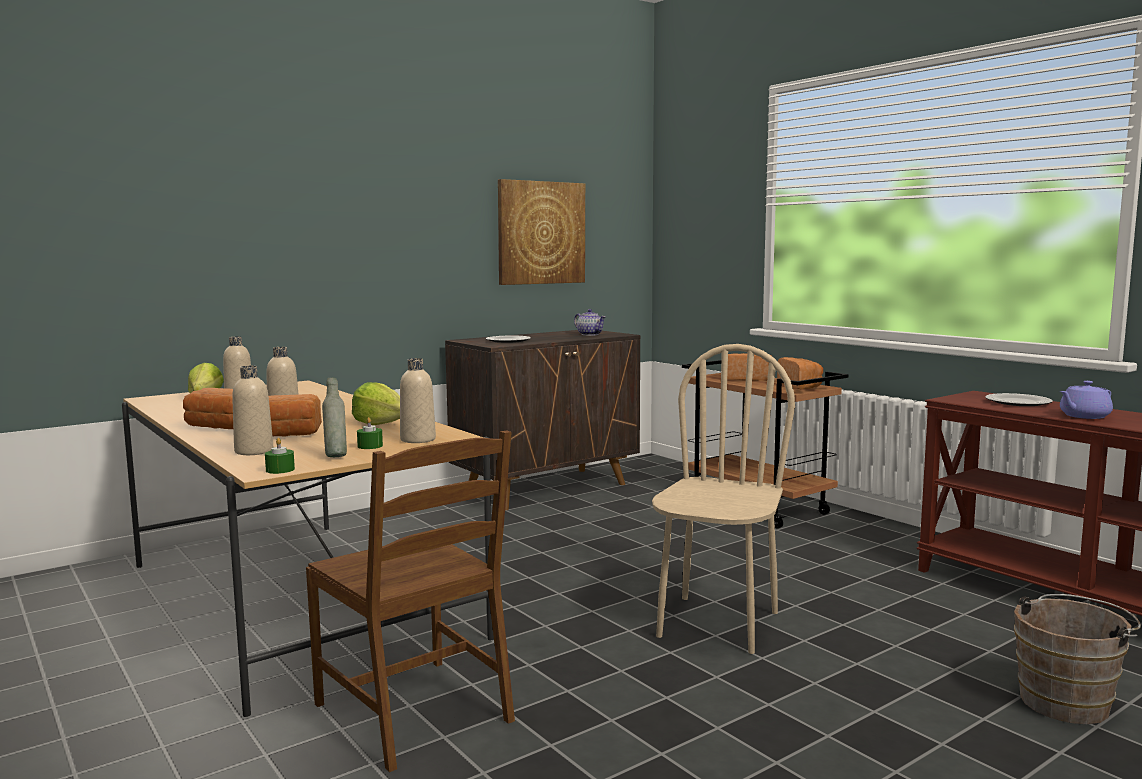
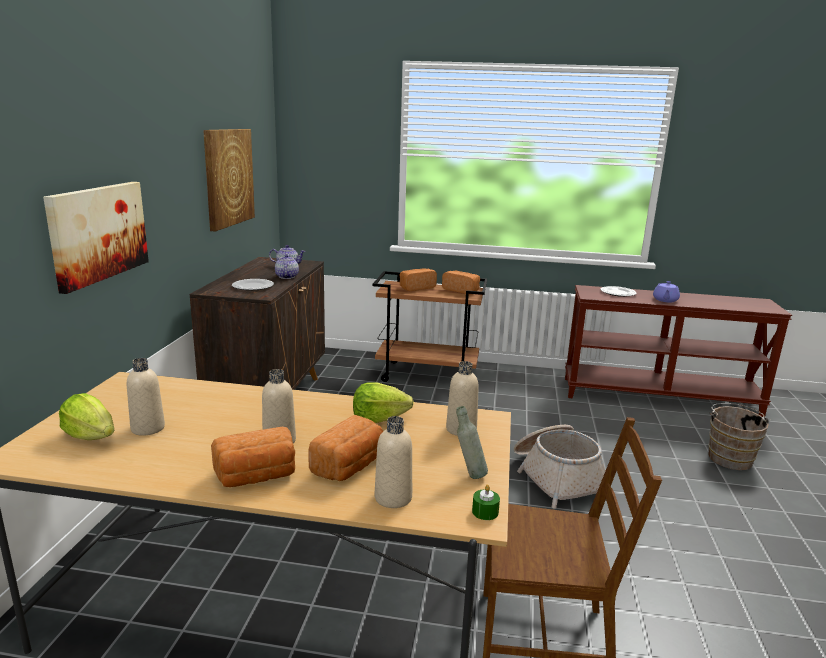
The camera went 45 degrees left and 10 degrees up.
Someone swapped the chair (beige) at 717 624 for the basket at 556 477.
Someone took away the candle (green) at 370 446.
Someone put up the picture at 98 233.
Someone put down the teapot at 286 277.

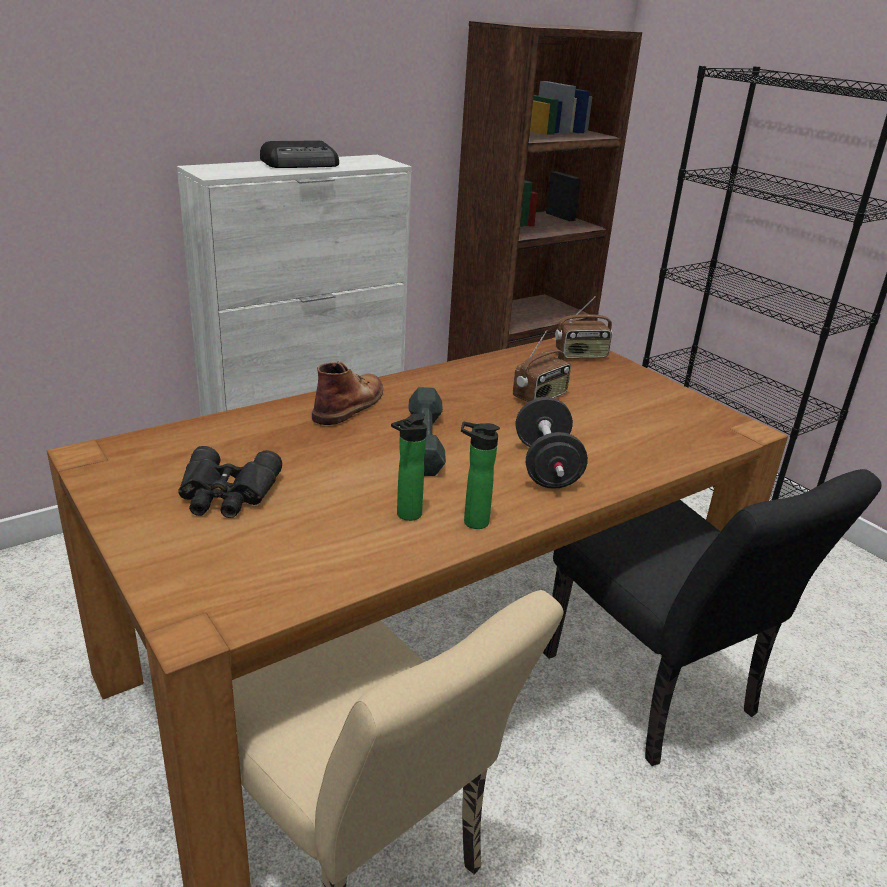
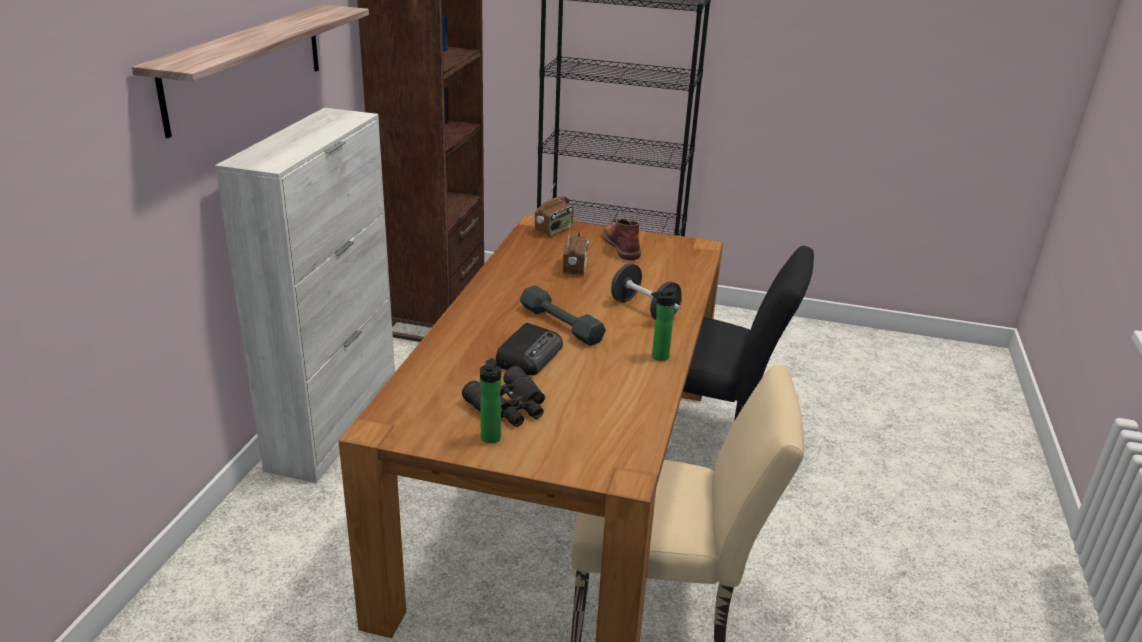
The camera went 40 degrees left and 0 degrees up.
Someone carried the radio from 301 164 to 529 355.
Someone carried the boot (brown) from 350 404 to 621 245.
Someone carried the bottle from 406 515 to 490 439.
Someone put up the shelf at 246 65.

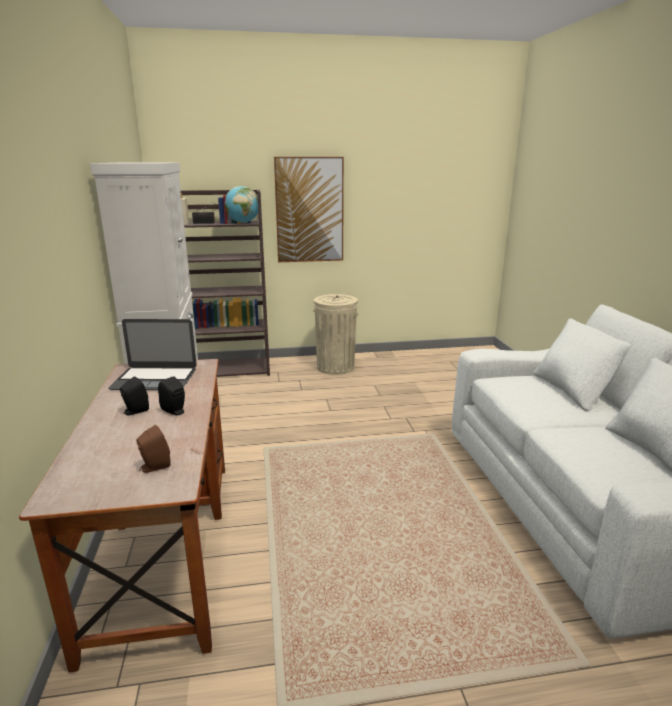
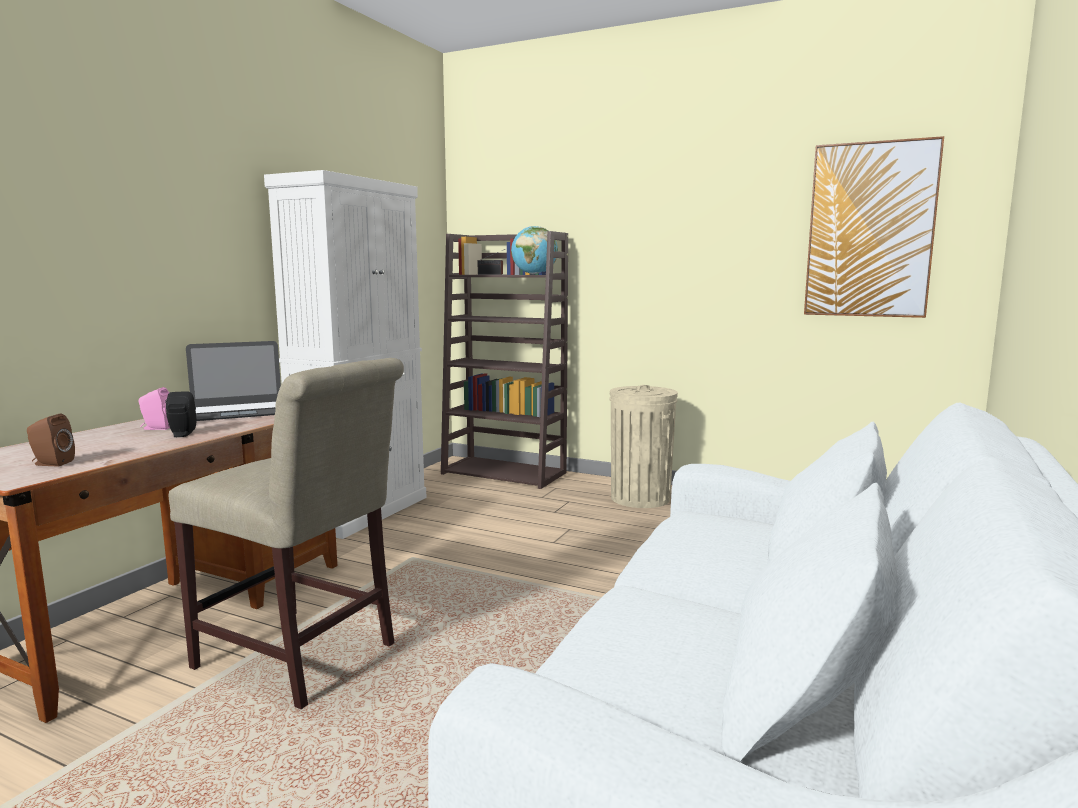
The camera went 35 degrees right and 10 degrees down.
Someone carried the picture from 309 210 to 870 230.
Someone rotated the laptop at 154 379 by 60 degrees counterclockwise.
Someone repainted the speaker (black) at 135 411, which became the speaker (pink) at 156 428.
Someone put down the chair (beige) at 302 659.

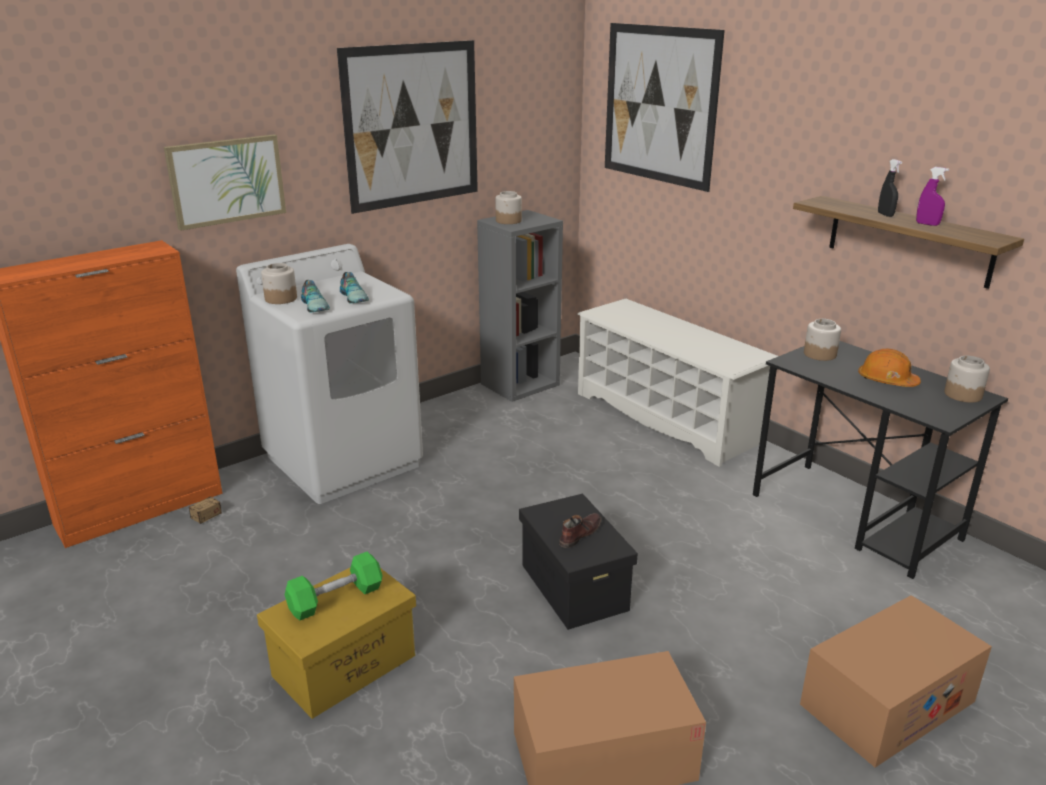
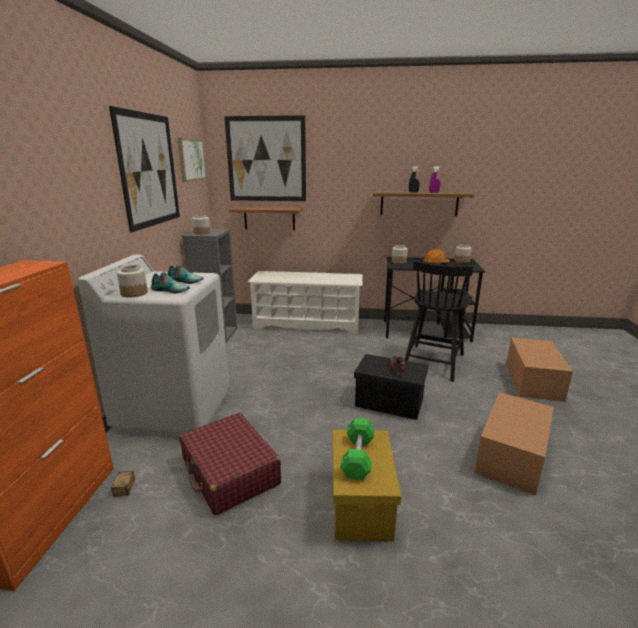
The camera went 45 degrees left and 5 degrees down.
Someone carried the picture from 226 181 to 191 159.
Someone put up the shelf at 269 218.
Someone put down the chair (black) at 433 362.
Someone put down the suitcase (red) at 230 472.

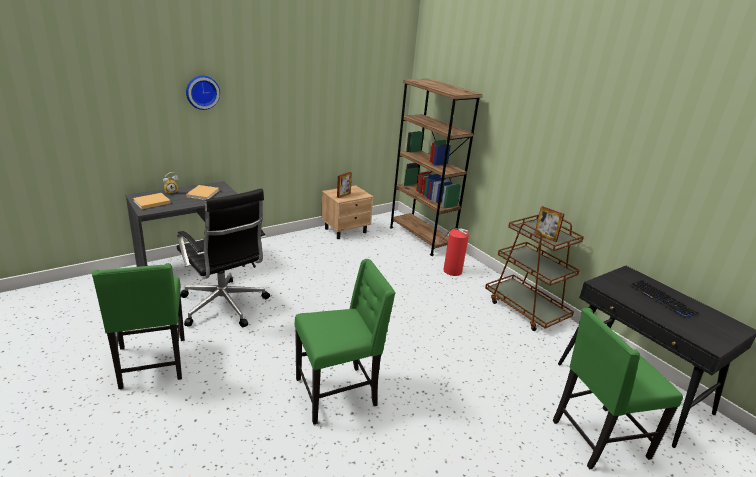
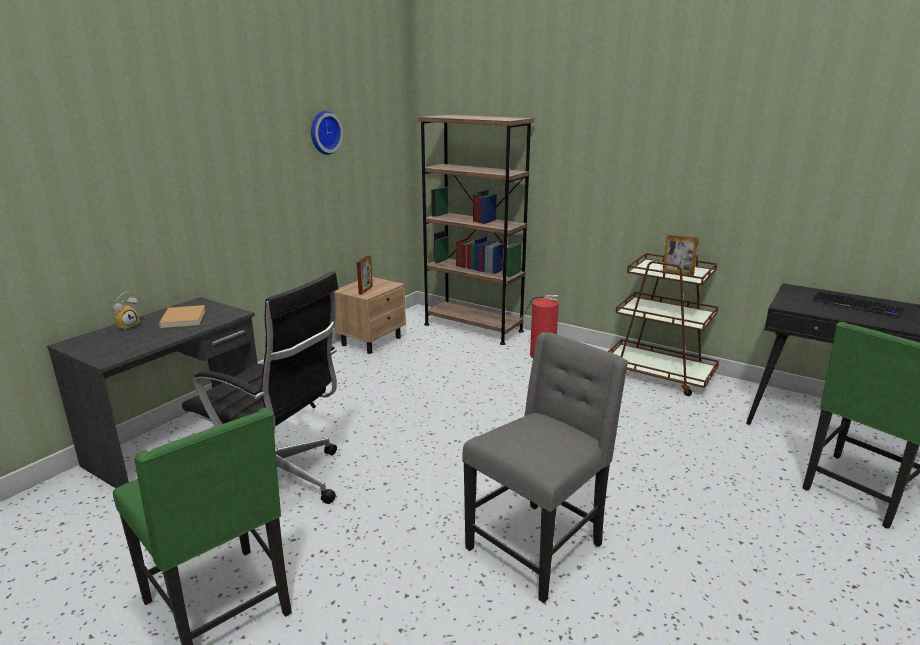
The camera went 20 degrees left and 5 degrees down.
Someone carried the wall clock from 202 92 to 324 132.
Someone took away the book (beige) at 151 202.
Someone repainted the chair (green) at 338 392, which became the chair (grey) at 537 546.

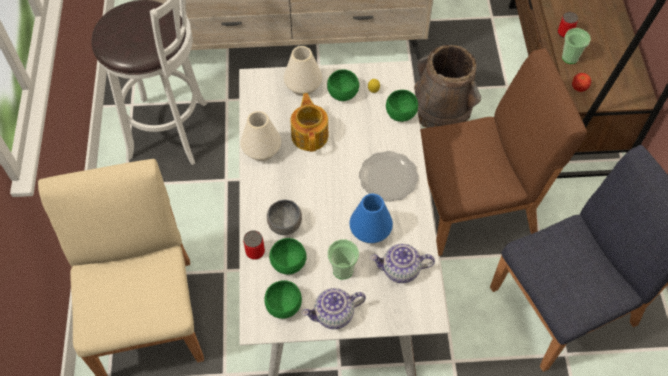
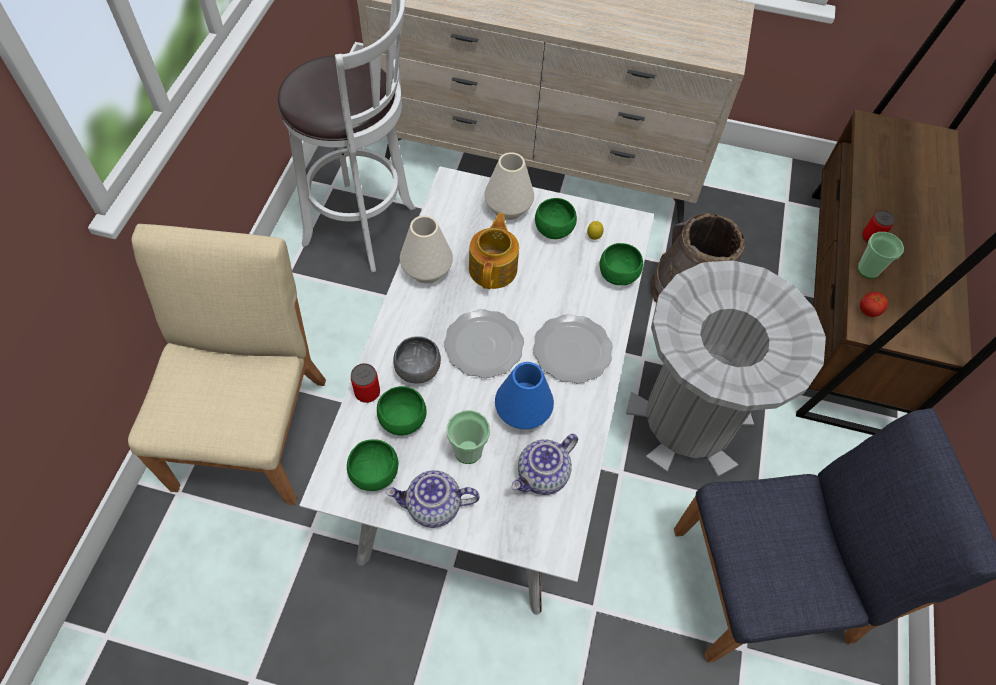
The camera went 15 degrees right and 0 degrees up.
Someone swapped the chair (brown) at 474 206 for the trash can (grey) at 688 421.
Someone rotated the teapot at 400 270 by 60 degrees counterclockwise.
Someone put down the plate at 482 345.

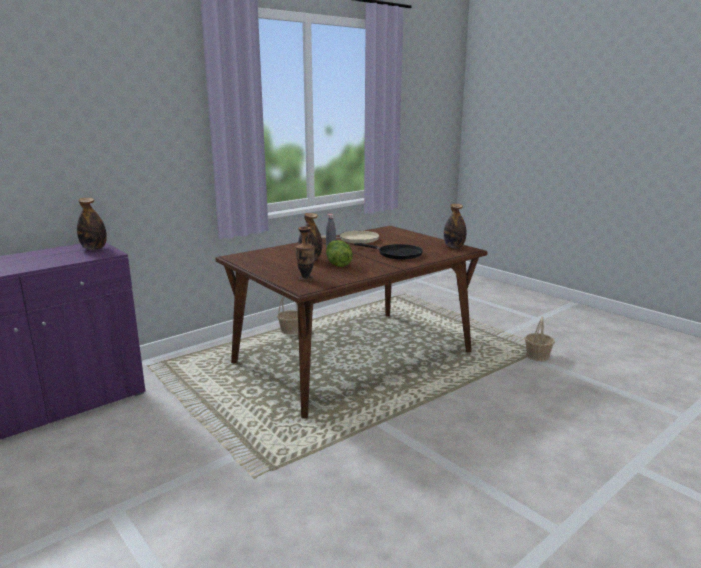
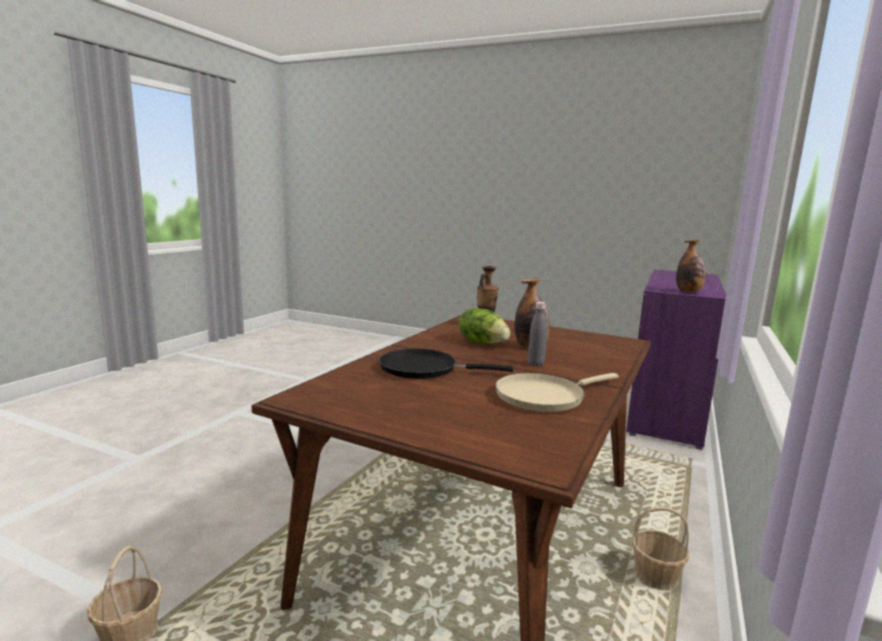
The camera went 155 degrees right and 5 degrees down.
Someone took away the bottle at 454 247.

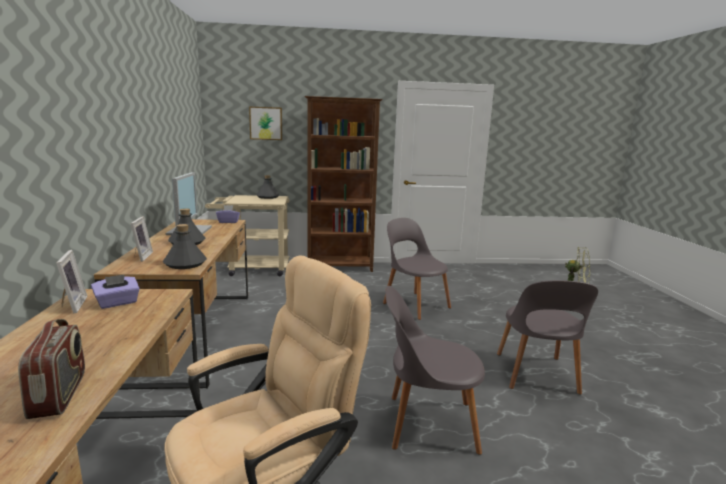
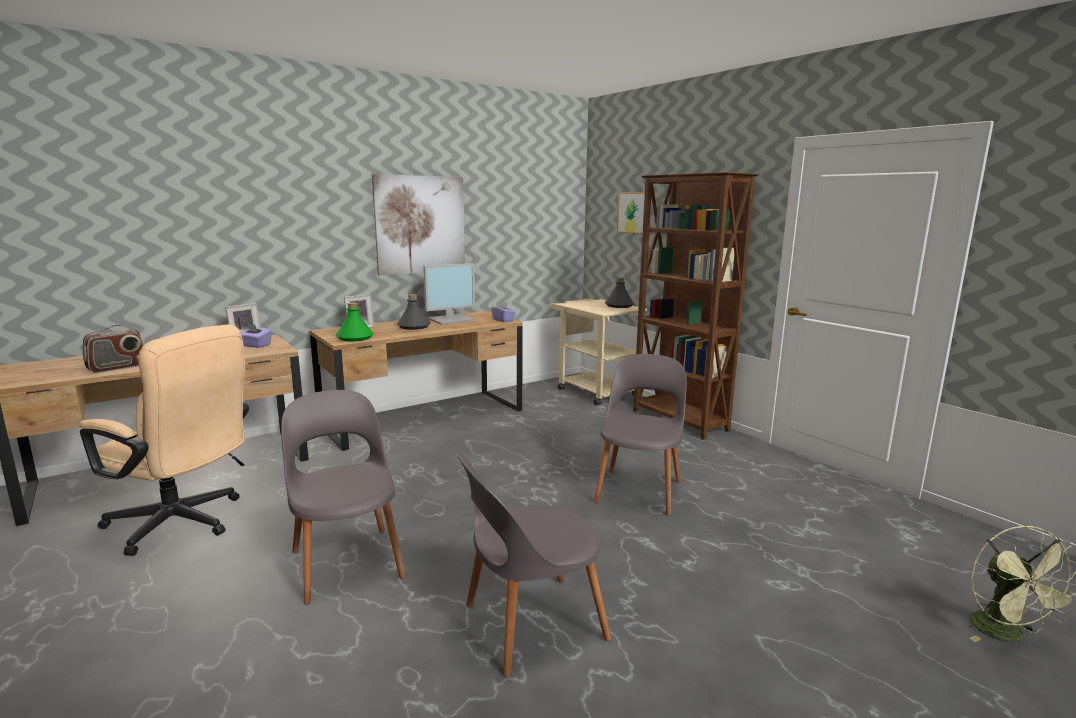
The camera went 60 degrees right and 0 degrees up.
Someone repainted the bottle (grey) at 185 264, which became the bottle (green) at 355 338.
Someone put up the picture at 420 225.

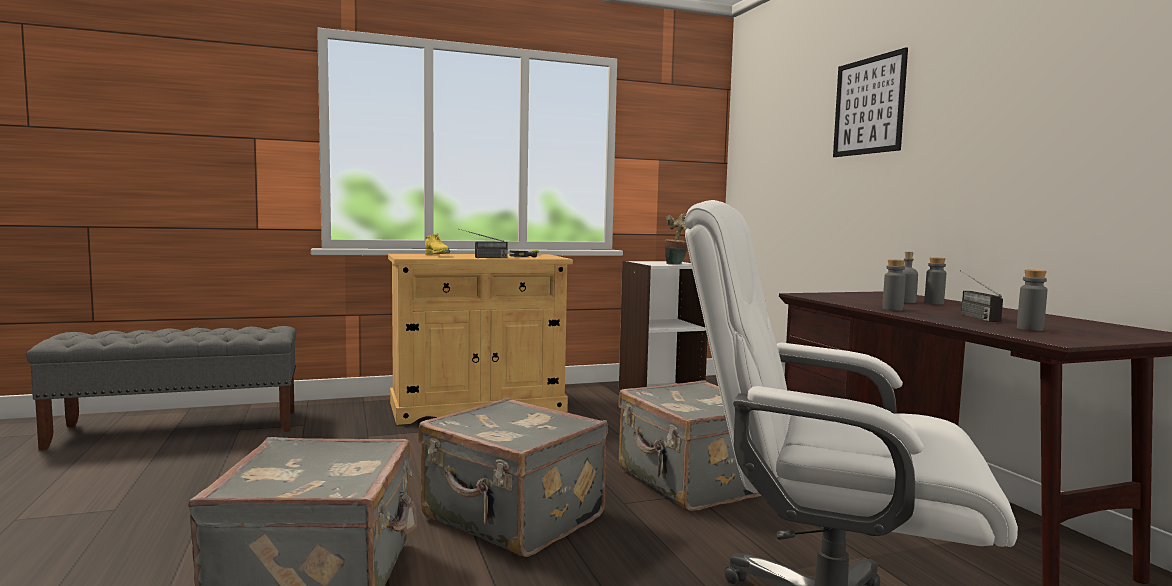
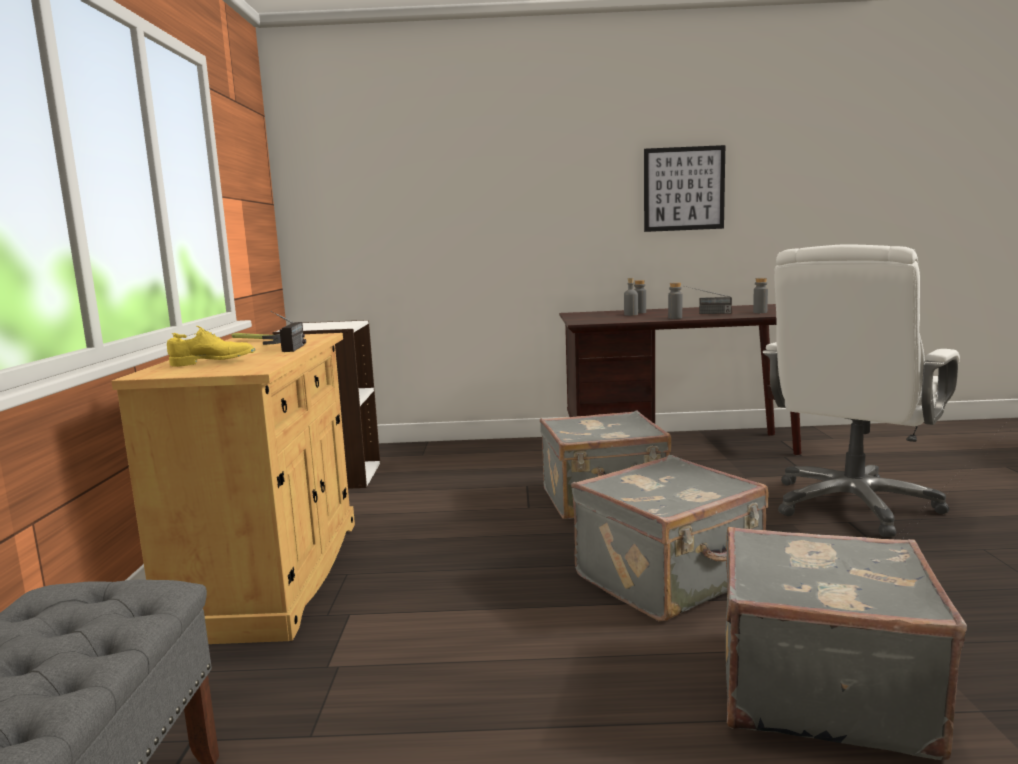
The camera went 70 degrees left and 5 degrees up.
Someone carried the picture from 868 106 to 684 189.
Someone took away the potted plant at 676 264.

